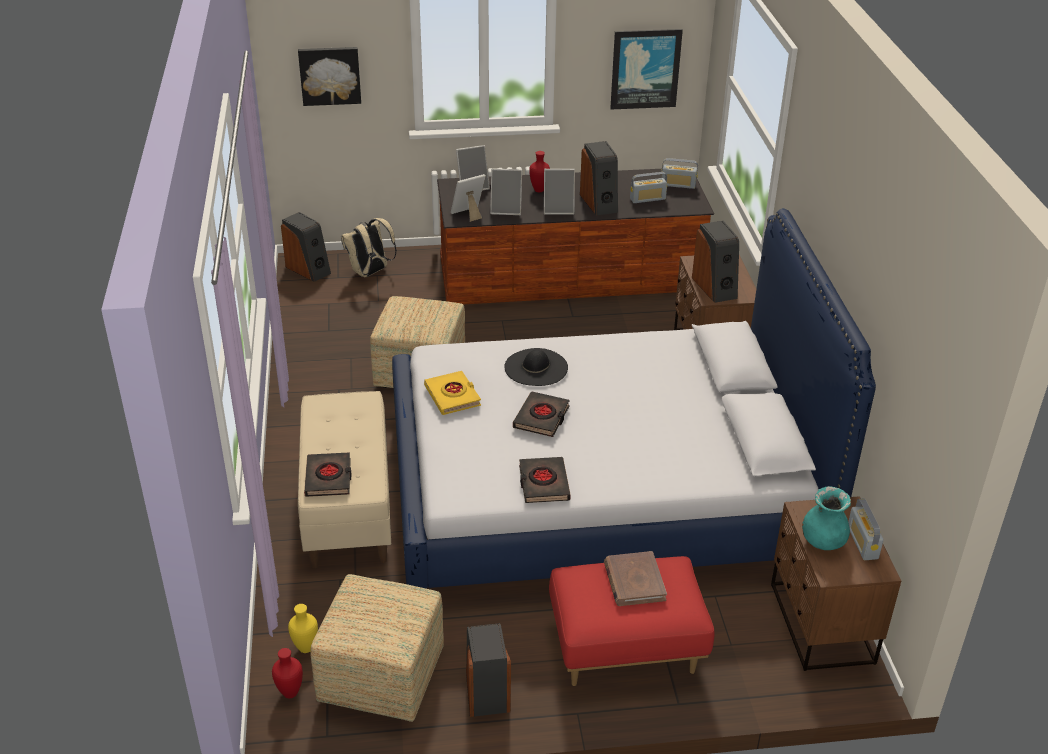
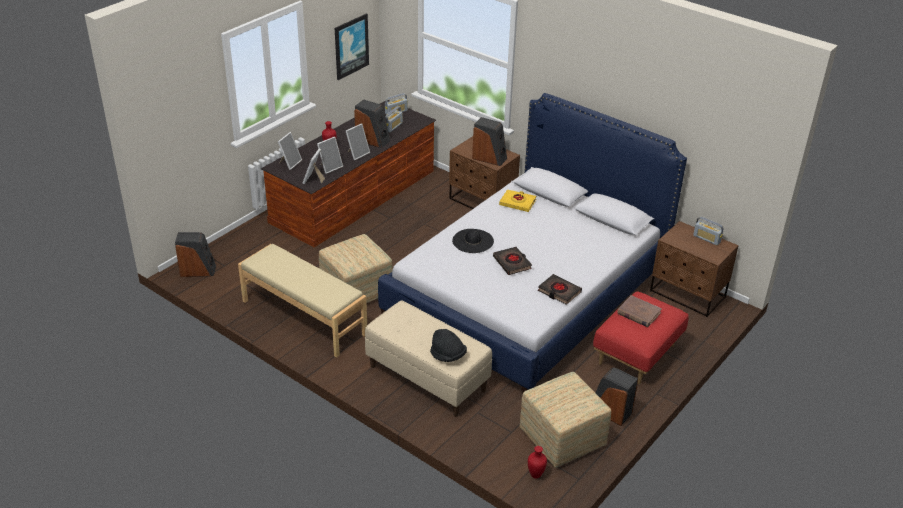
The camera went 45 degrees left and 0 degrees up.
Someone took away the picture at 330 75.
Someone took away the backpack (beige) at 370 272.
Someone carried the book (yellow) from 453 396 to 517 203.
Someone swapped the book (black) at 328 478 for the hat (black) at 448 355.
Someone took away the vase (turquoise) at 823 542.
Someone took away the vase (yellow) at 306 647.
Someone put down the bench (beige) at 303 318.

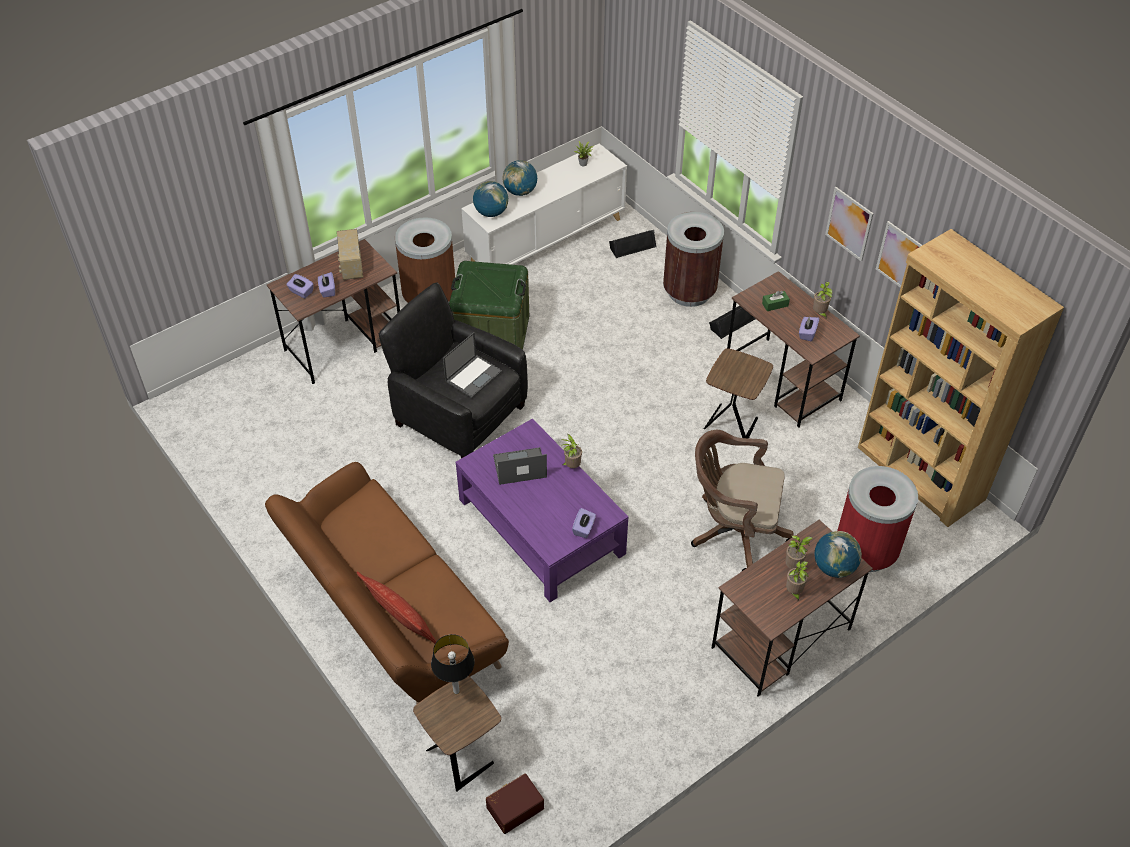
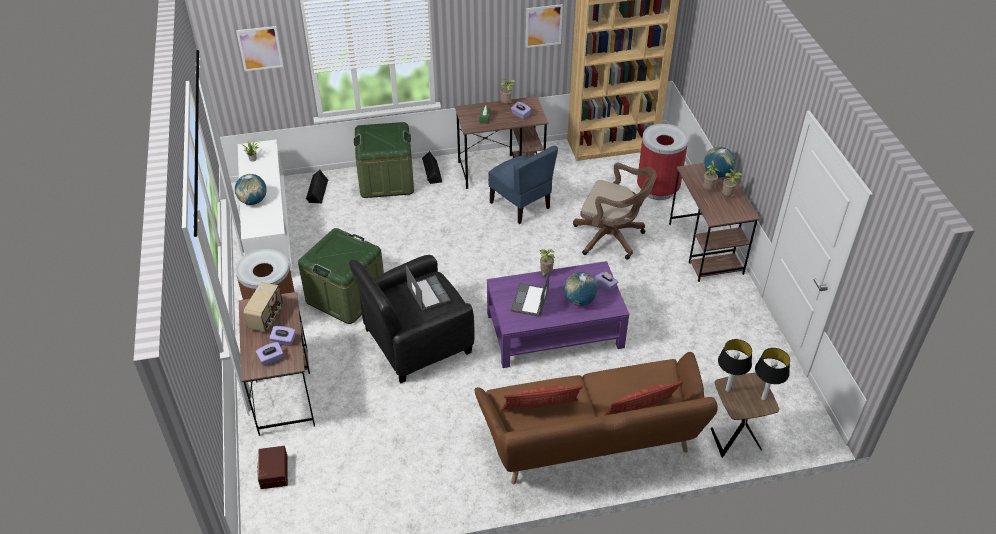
The camera went 65 degrees left and 5 degrees down.
Someone carried the globe from 491 213 to 579 300.
Someone carried the picture from 849 224 to 260 48.
Someone swapped the trash can (brown) at 689 291 for the storage box (green) at 386 180.
Someone rotated the radio at 351 266 by 90 degrees counterclockwise.
Someone swapped the side table (brown) at 731 423 for the chair (blue) at 520 205.
Someone rotated the office chair (brown) at 733 531 by 105 degrees counterclockwise.
Someone carried the storage box (brown) from 514 807 to 273 472.
Someone put down the table lamp at 763 398.
Someone put down the pillow at 540 410.

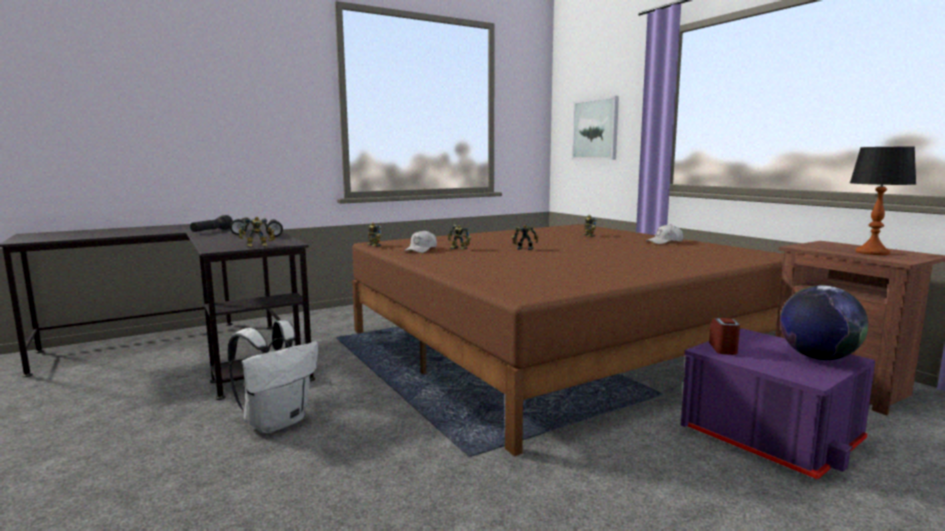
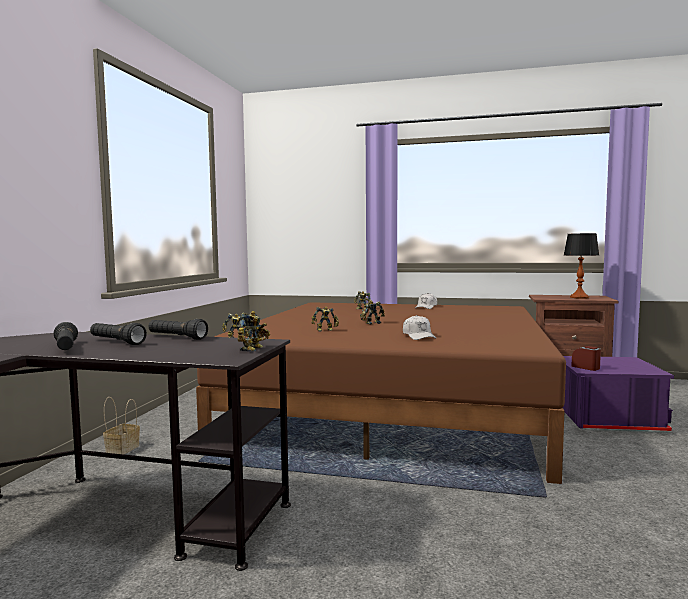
The camera went 45 degrees left and 5 degrees down.
Someone took away the picture at 595 129.
Someone carried the cap (white) from 421 250 to 418 336.
Someone took away the globe at 818 357.
Someone took away the backpack (white) at 277 422.
Someone put down the basket at 122 448.

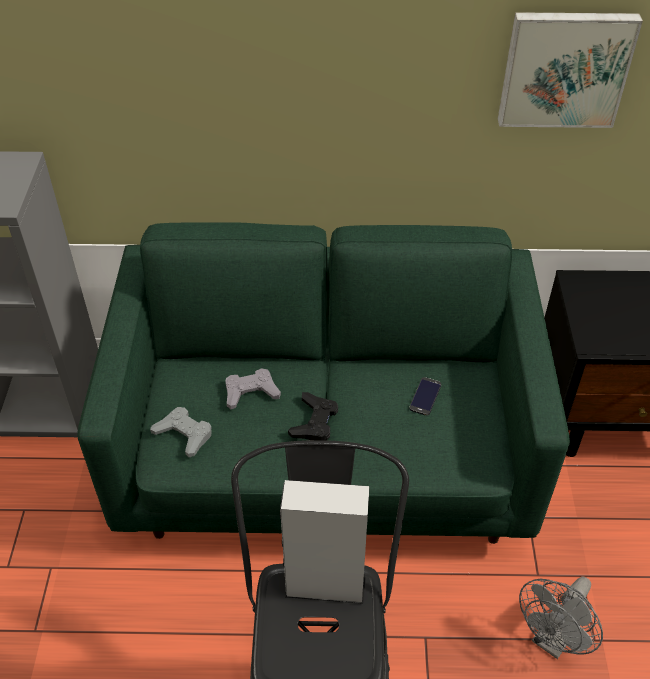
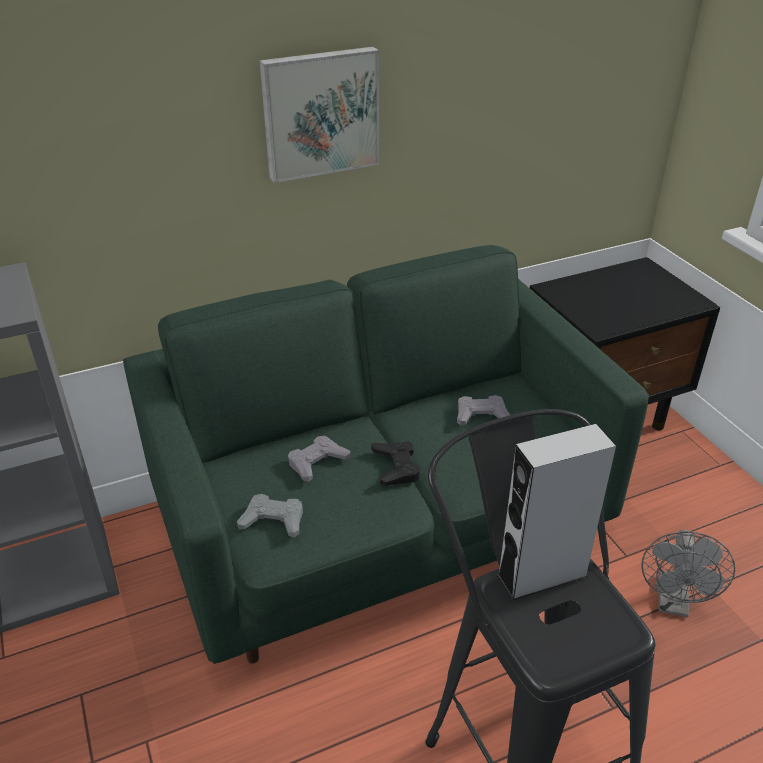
The camera went 25 degrees left and 10 degrees down.
Someone carried the picture from 564 68 to 320 113.
Someone swapped the phone at 425 396 for the game controller (grey) at 481 415.

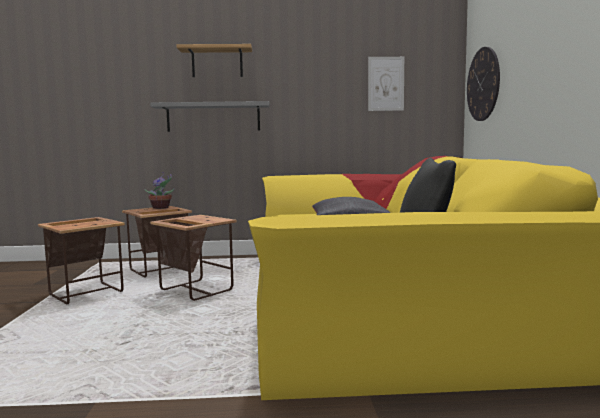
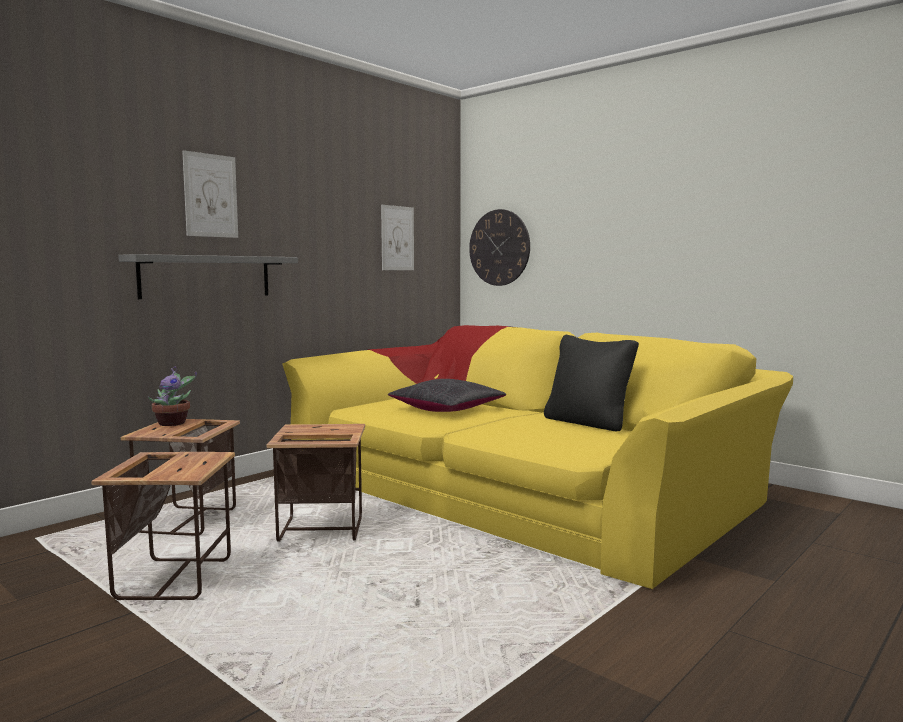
The camera went 45 degrees left and 0 degrees up.
Someone swapped the shelf at 217 63 for the picture at 210 195.

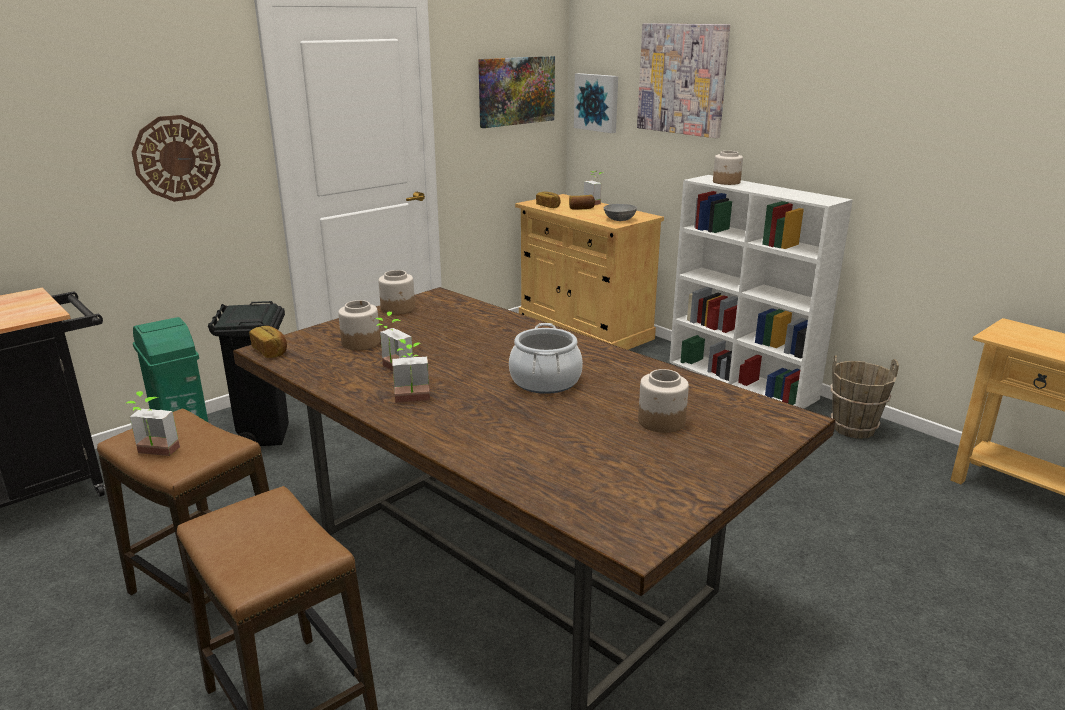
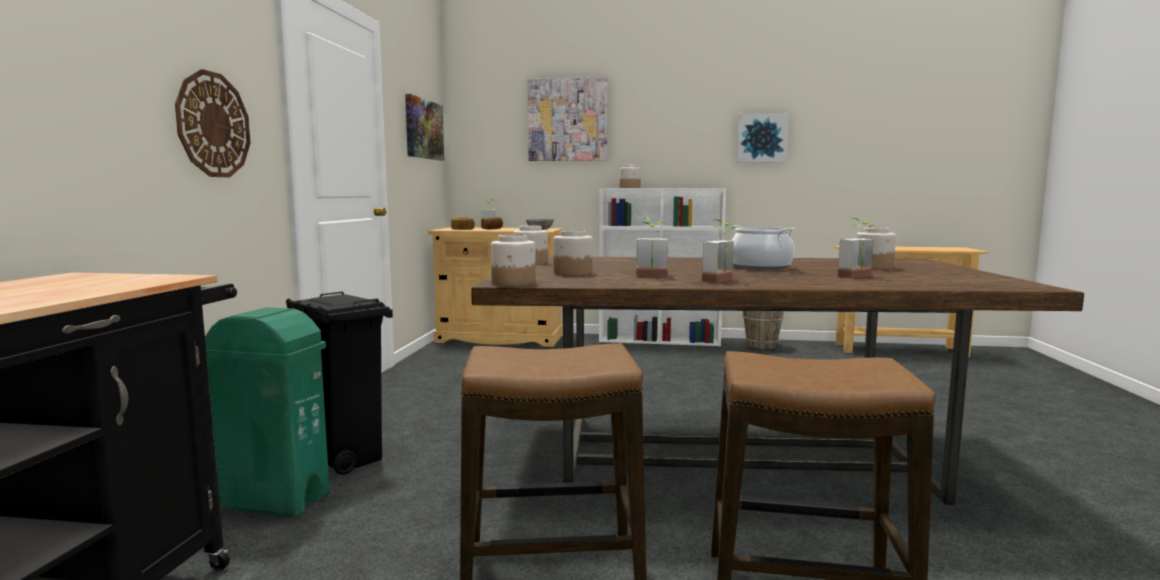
The camera went 40 degrees left and 15 degrees down.
Someone carried the picture from 597 102 to 762 138.
Someone swapped the bread at 271 351 for the jar at 514 283.
Someone carried the potted plant from 154 454 to 860 276.

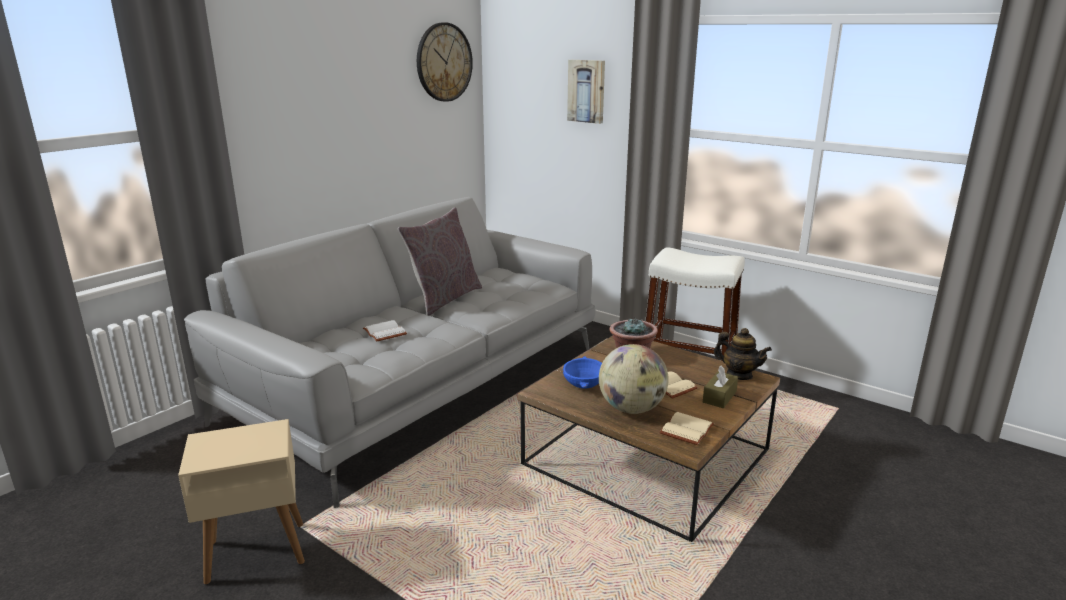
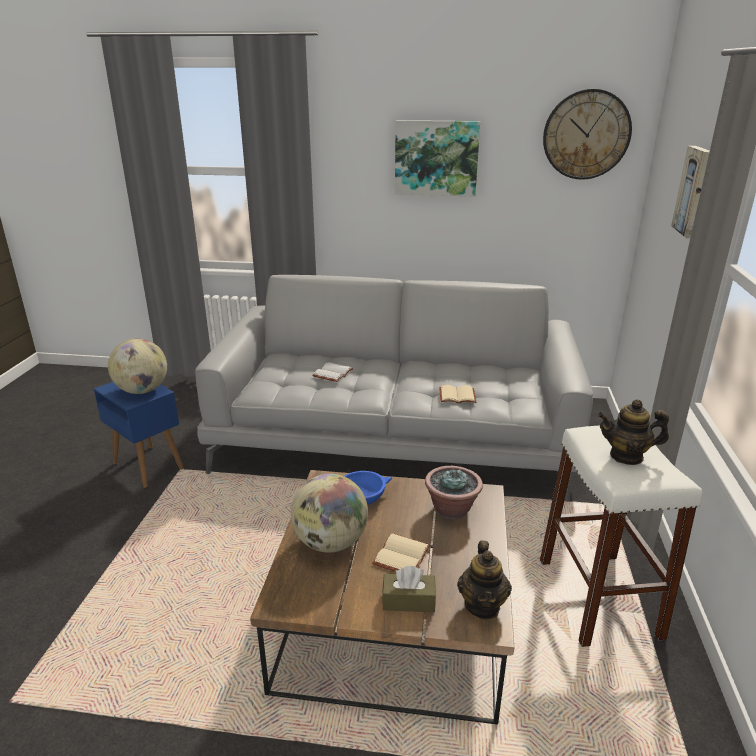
The camera went 60 degrees right and 5 degrees up.
Someone took away the pillow (grey) at 444 298.
Someone carried the book (beige) from 685 429 to 457 395.
Someone repainted the side table (beige) at 255 553, which became the side table (blue) at 147 466.
Someone put up the picture at 436 158.
Someone put down the globe at 142 390.
Someone put down the teapot at 626 456.

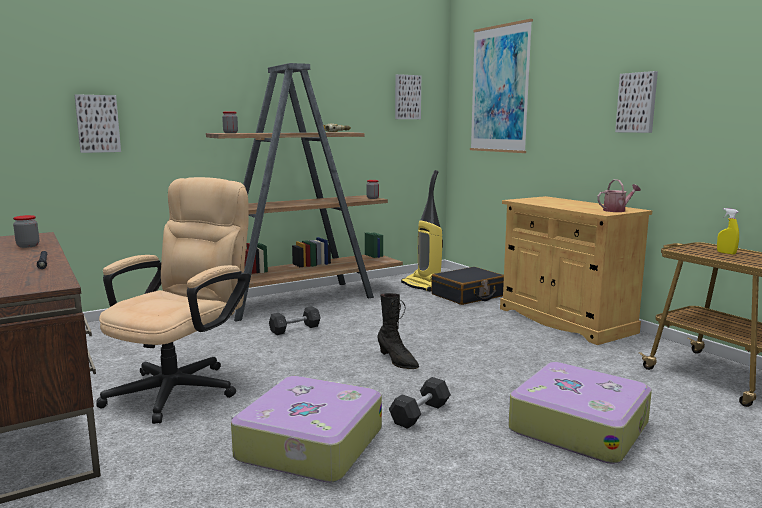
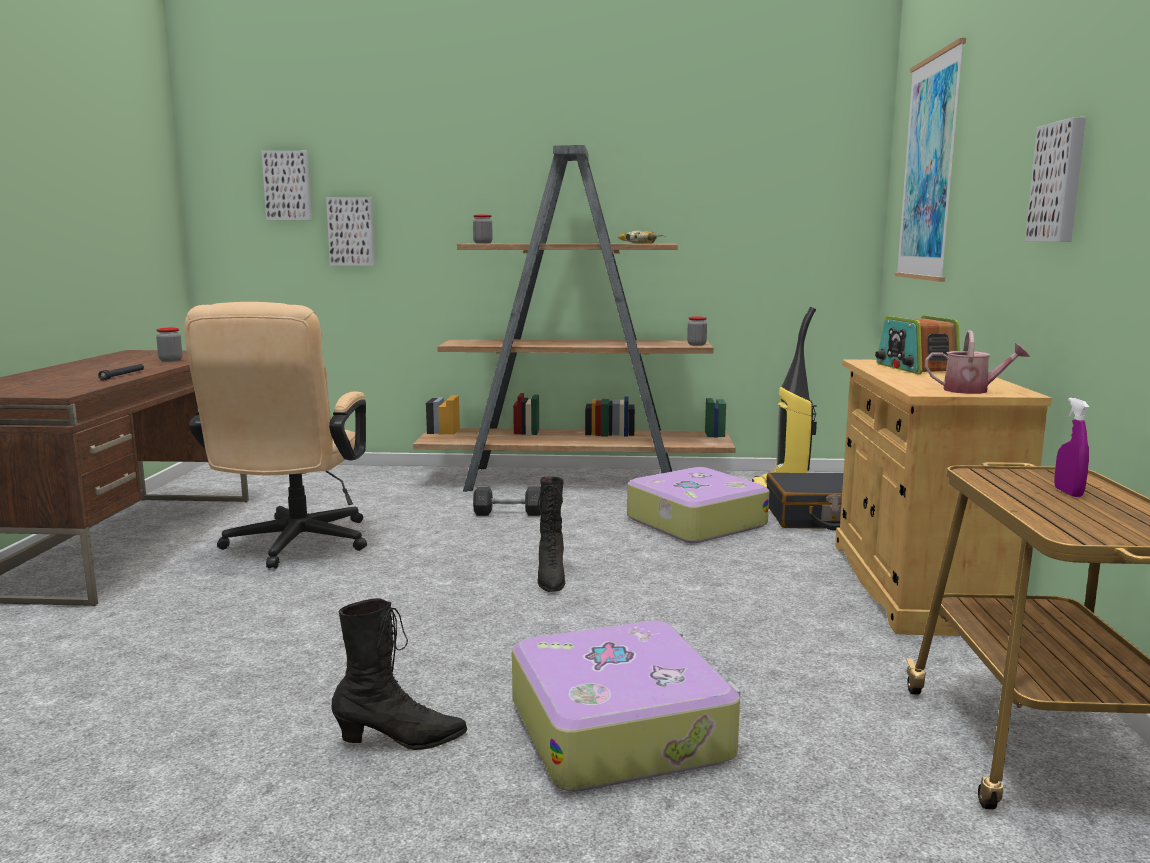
The camera went 35 degrees right and 0 degrees up.
Someone carried the picture from 407 97 to 288 186.
Someone rotated the office chair (beige) at 183 387 by 120 degrees clockwise.
Someone repainted the spray bottle (yellow) at 726 253, which became the spray bottle (purple) at 1068 493.
Someone carried the suitcase from 308 444 to 694 522.
Someone took away the dumbbell (grey) at 420 413.
Someone put down the radio at 915 368.
Someone put down the boot (black) at 401 740.

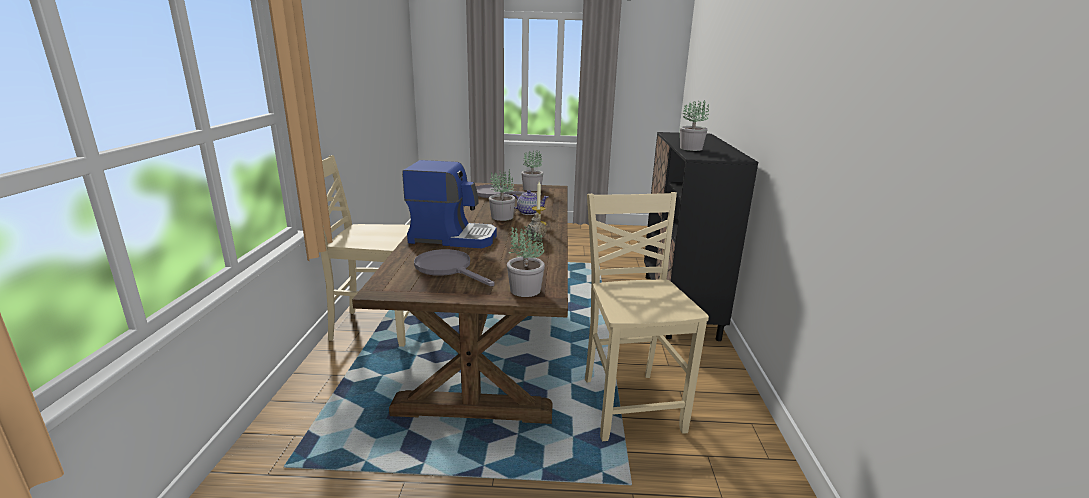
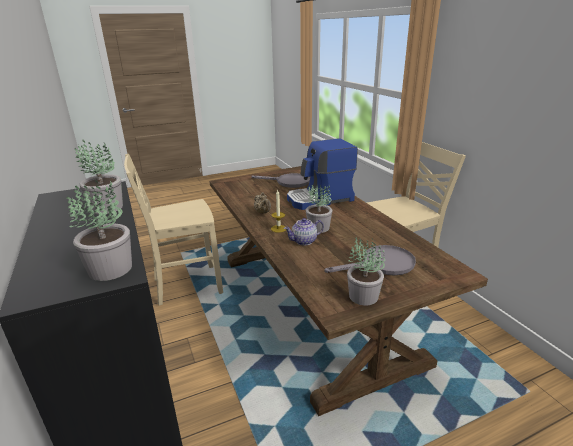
The camera went 155 degrees right and 5 degrees up.
Someone rotated the chair (beige) at 630 403 by 105 degrees clockwise.
Someone carried the potted plant from 524 290 to 111 268.

